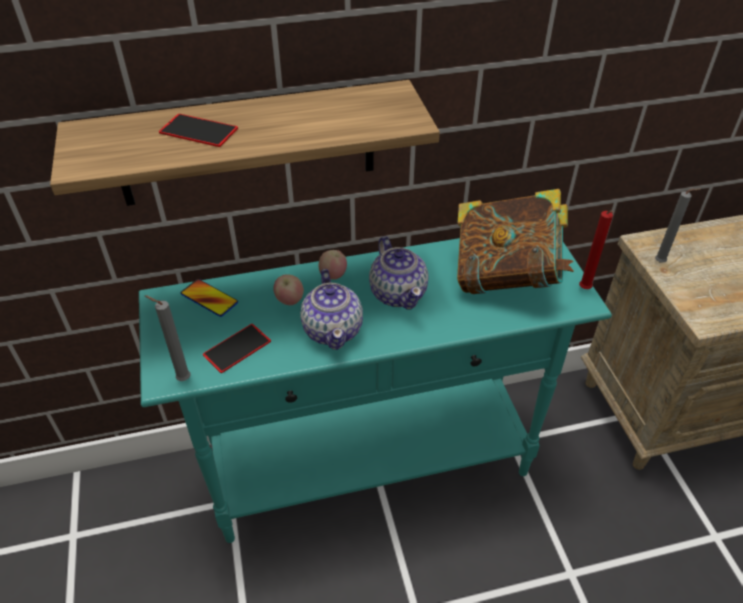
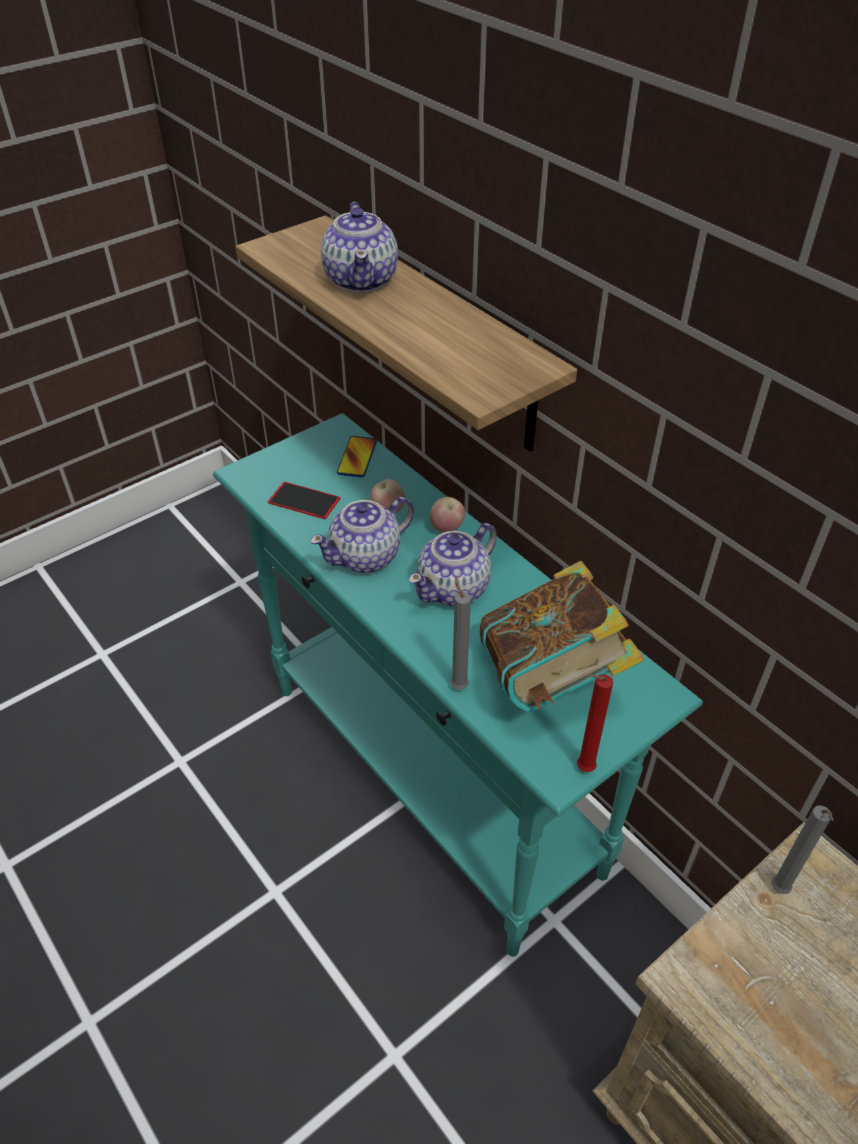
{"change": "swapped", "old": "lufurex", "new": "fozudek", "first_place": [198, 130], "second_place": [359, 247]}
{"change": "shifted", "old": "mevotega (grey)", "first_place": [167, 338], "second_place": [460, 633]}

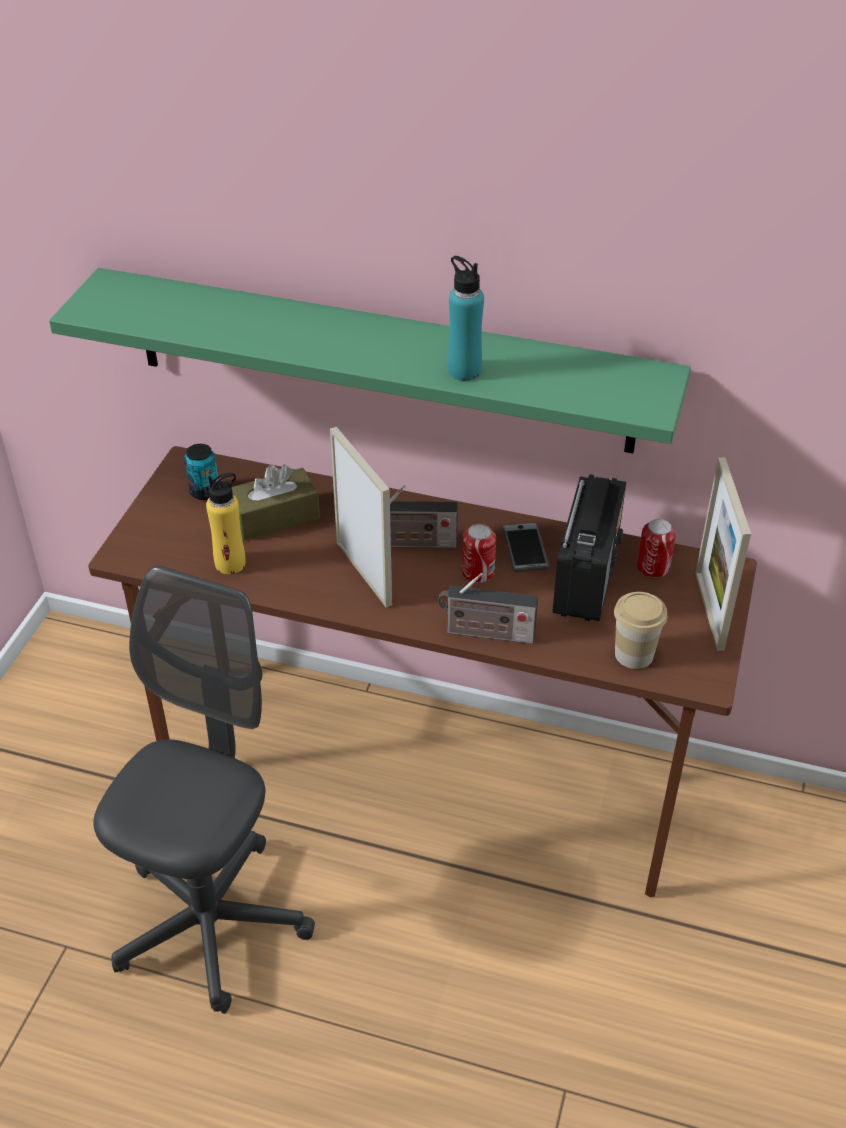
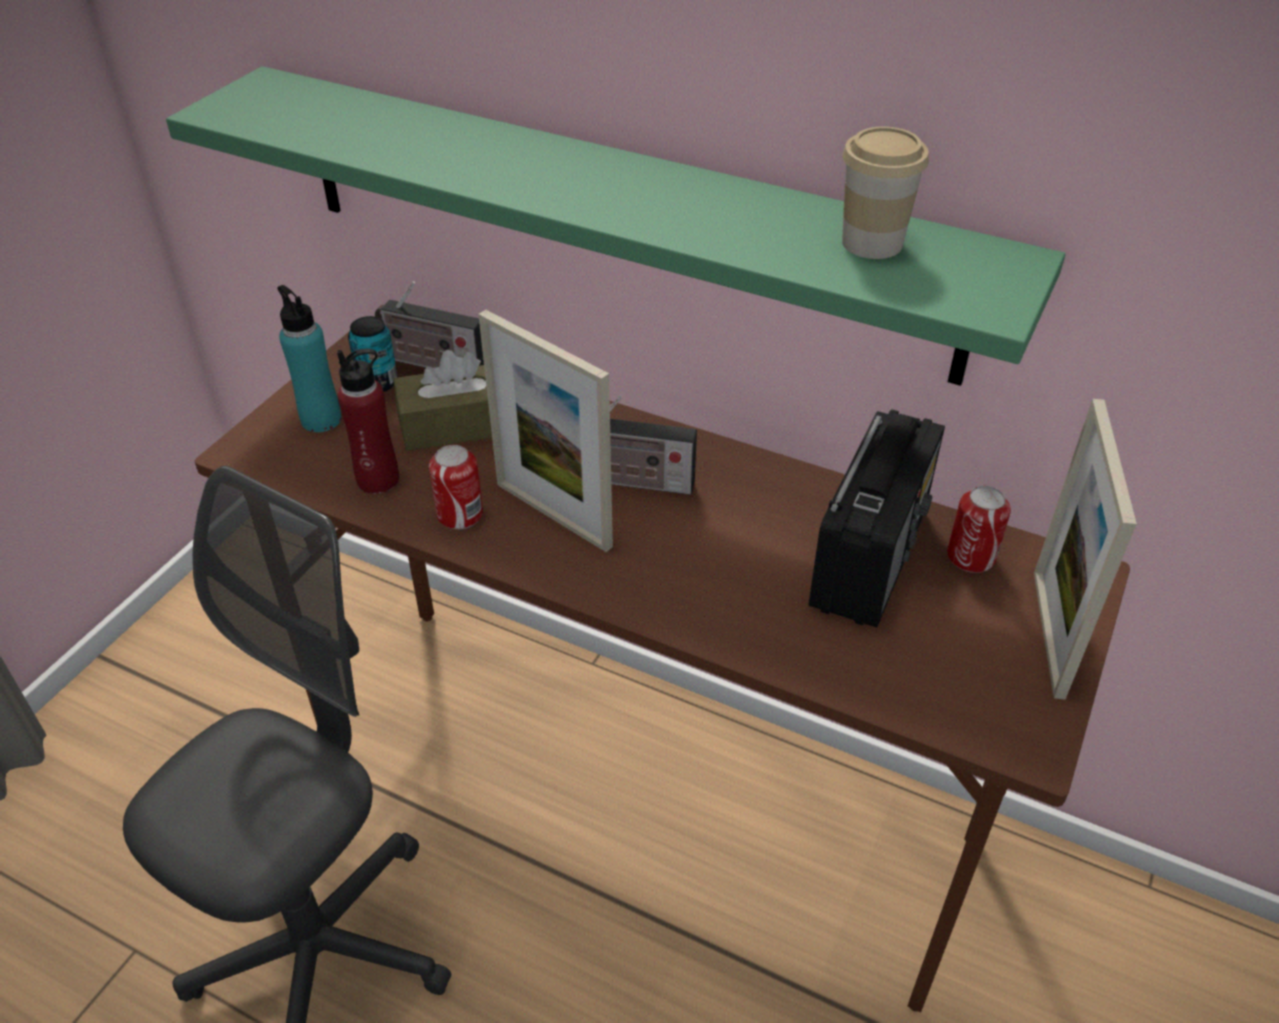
{"change": "shifted", "old": "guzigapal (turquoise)", "first_place": [466, 318], "second_place": [309, 358]}
{"change": "repainted", "old": "guzigapal (yellow)", "new": "guzigapal (red)", "first_place": [226, 523], "second_place": [368, 421]}
{"change": "shifted", "old": "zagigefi", "first_place": [488, 608], "second_place": [429, 324]}
{"change": "shifted", "old": "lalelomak", "first_place": [479, 553], "second_place": [456, 487]}
{"change": "rotated", "old": "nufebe", "first_place": [361, 517], "second_place": [545, 431], "degrees": 150}
{"change": "shifted", "old": "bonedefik", "first_place": [640, 630], "second_place": [885, 192]}
{"change": "gone", "old": "lufurex", "first_place": [525, 547]}

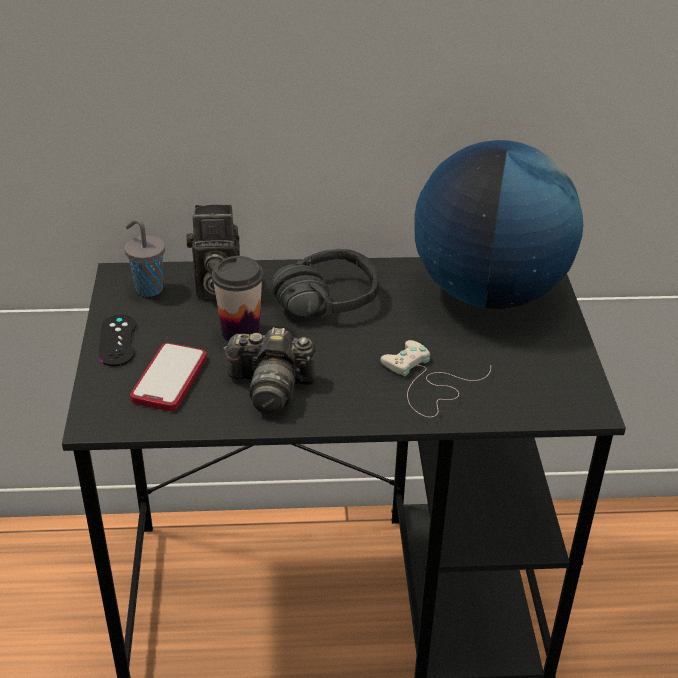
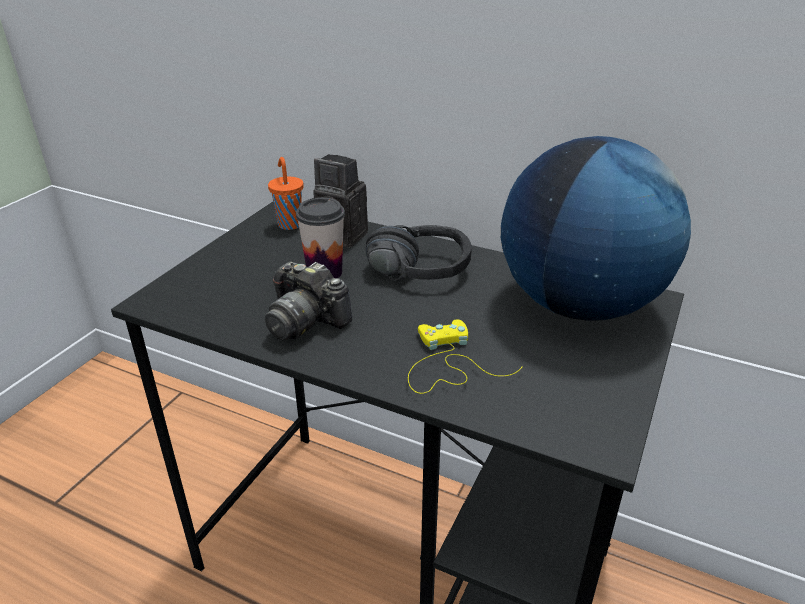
{"change": "repainted", "old": "bonedefik (grey)", "new": "bonedefik (orange)", "first_place": [144, 258], "second_place": [285, 193]}
{"change": "repainted", "old": "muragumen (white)", "new": "muragumen (yellow)", "first_place": [435, 379], "second_place": [465, 357]}
{"change": "gone", "old": "muragumen (black)", "first_place": [117, 340]}
{"change": "gone", "old": "lufurex", "first_place": [168, 377]}

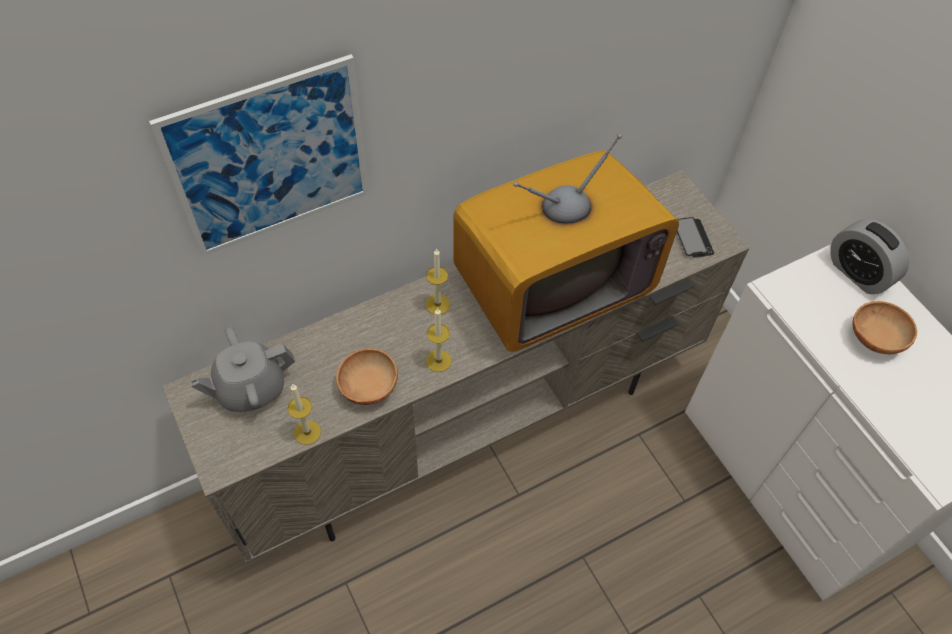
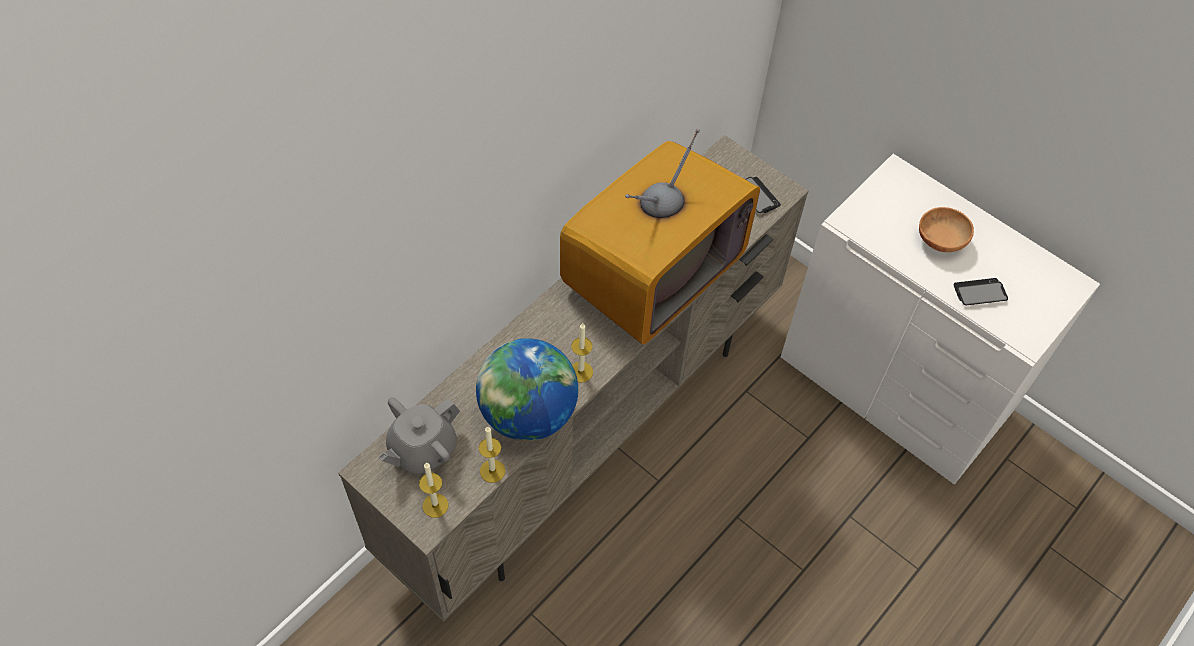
{"change": "shifted", "old": "mevotega", "first_place": [438, 281], "second_place": [434, 490]}
{"change": "swapped", "old": "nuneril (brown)", "new": "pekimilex", "first_place": [367, 376], "second_place": [527, 389]}
{"change": "new", "new": "lufurex", "second_place": [980, 292]}
{"change": "gone", "old": "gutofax", "first_place": [259, 155]}
{"change": "gone", "old": "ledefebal", "first_place": [869, 256]}

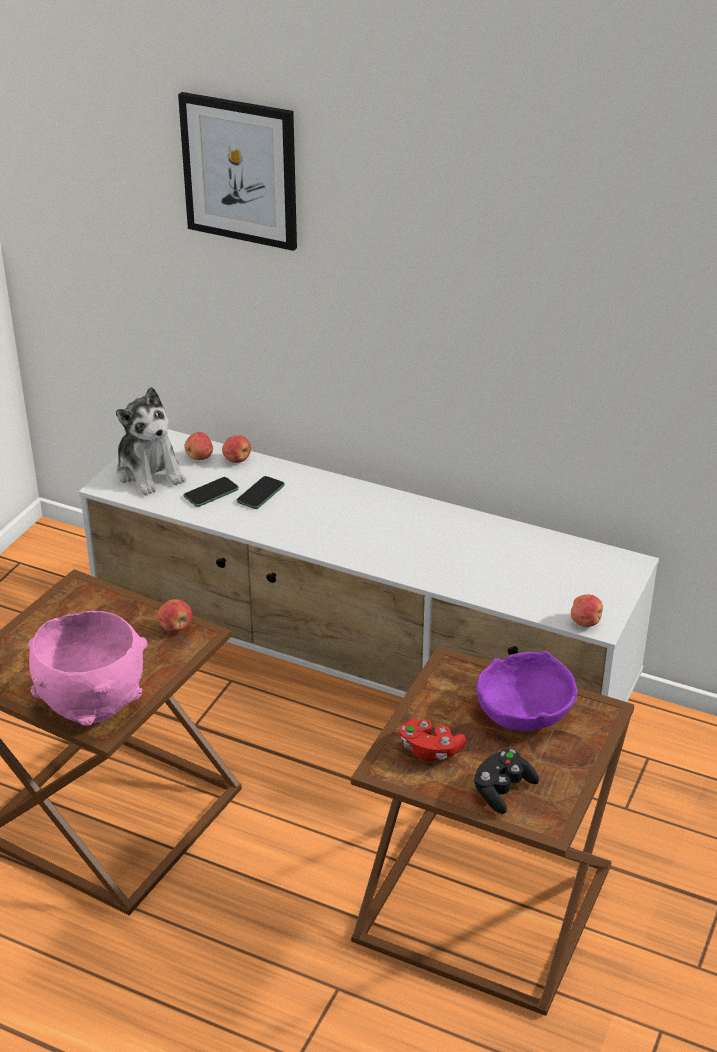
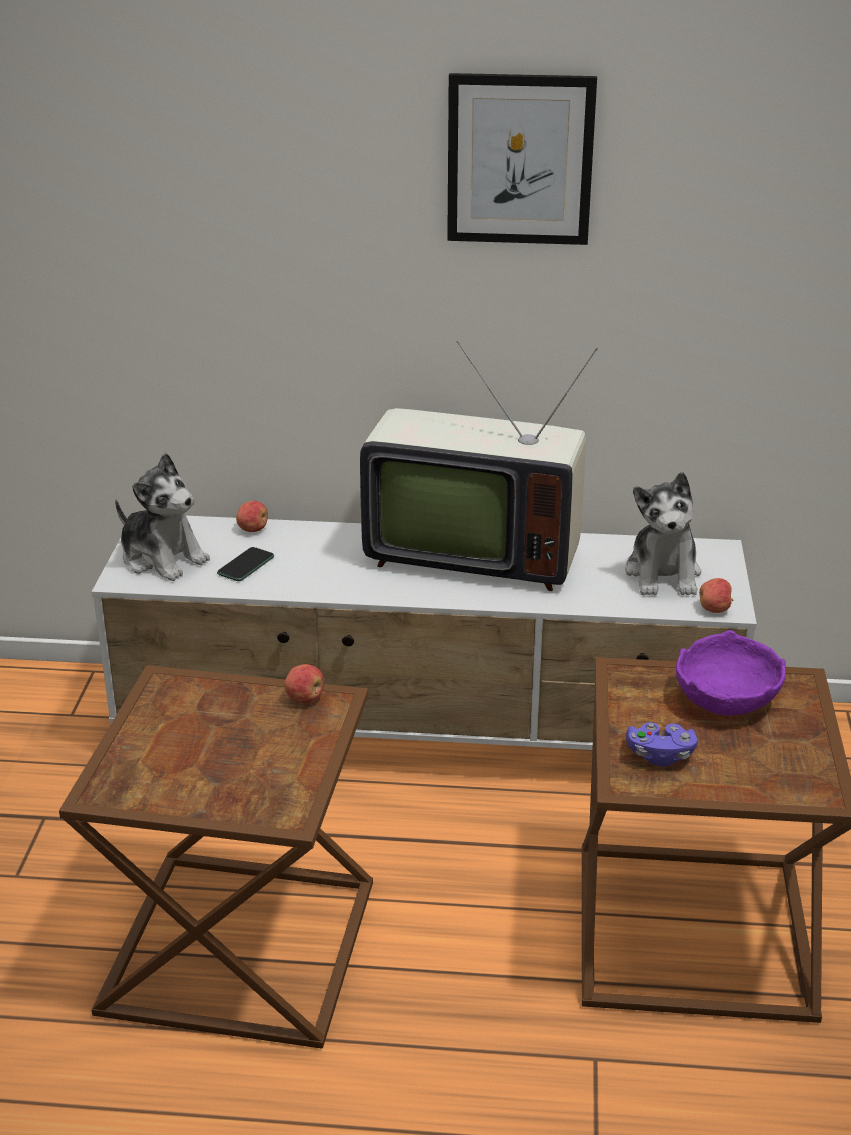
{"change": "new", "new": "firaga", "second_place": [479, 466]}
{"change": "shifted", "old": "gutofax", "first_place": [237, 171], "second_place": [522, 159]}
{"change": "new", "new": "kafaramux", "second_place": [663, 533]}
{"change": "repainted", "old": "muragumen (red)", "new": "muragumen (purple)", "first_place": [432, 740], "second_place": [661, 744]}
{"change": "gone", "old": "nuneril (pink)", "first_place": [88, 668]}
{"change": "gone", "old": "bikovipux", "first_place": [198, 446]}
{"change": "gone", "old": "lufurex", "first_place": [260, 492]}
{"change": "gone", "old": "muragumen (black)", "first_place": [506, 781]}

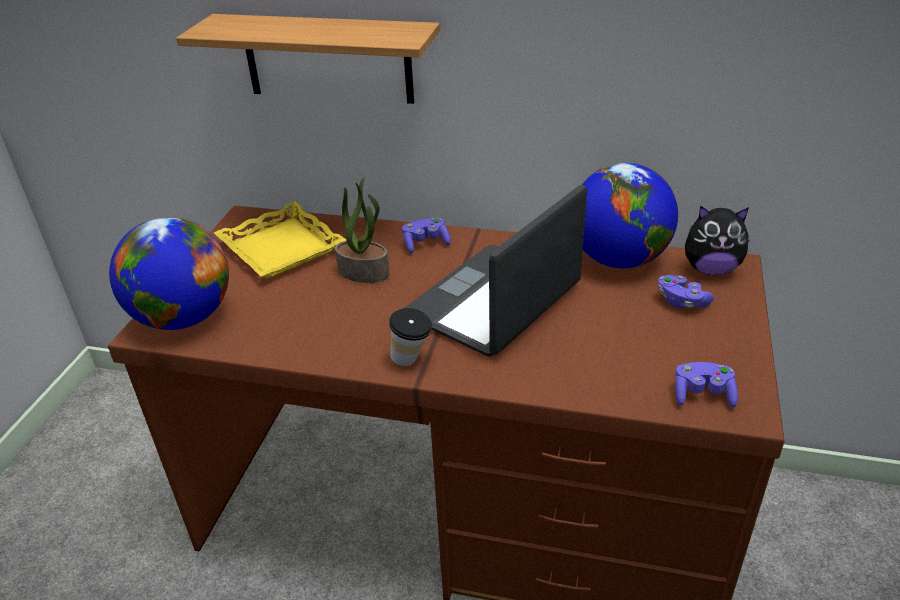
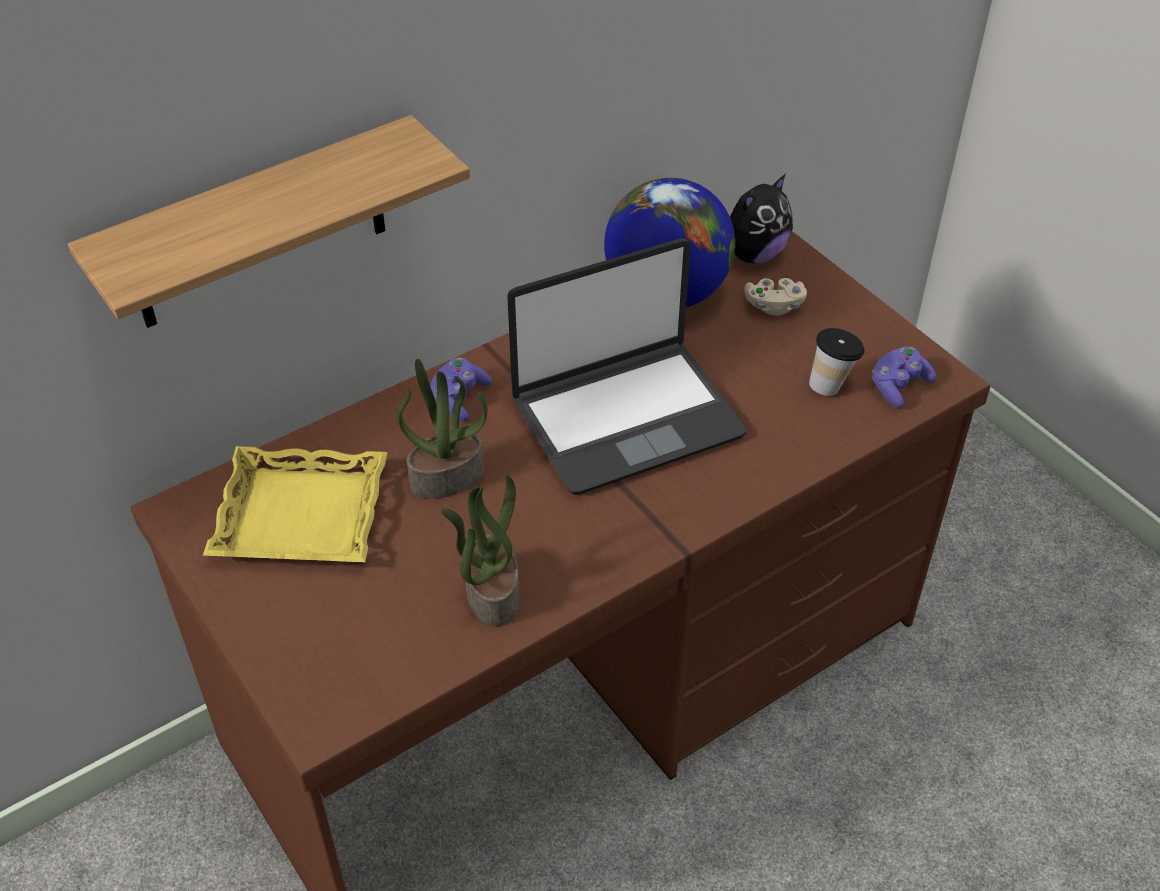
{"change": "new", "new": "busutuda", "second_place": [480, 550]}
{"change": "rotated", "old": "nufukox", "first_place": [496, 271], "second_place": [626, 367], "degrees": -105}
{"change": "repainted", "old": "muragumen (purple)", "new": "muragumen (beige)", "first_place": [686, 292], "second_place": [775, 297]}
{"change": "shifted", "old": "bonedefik", "first_place": [410, 337], "second_place": [837, 362]}
{"change": "gone", "old": "pekimilex", "first_place": [169, 273]}

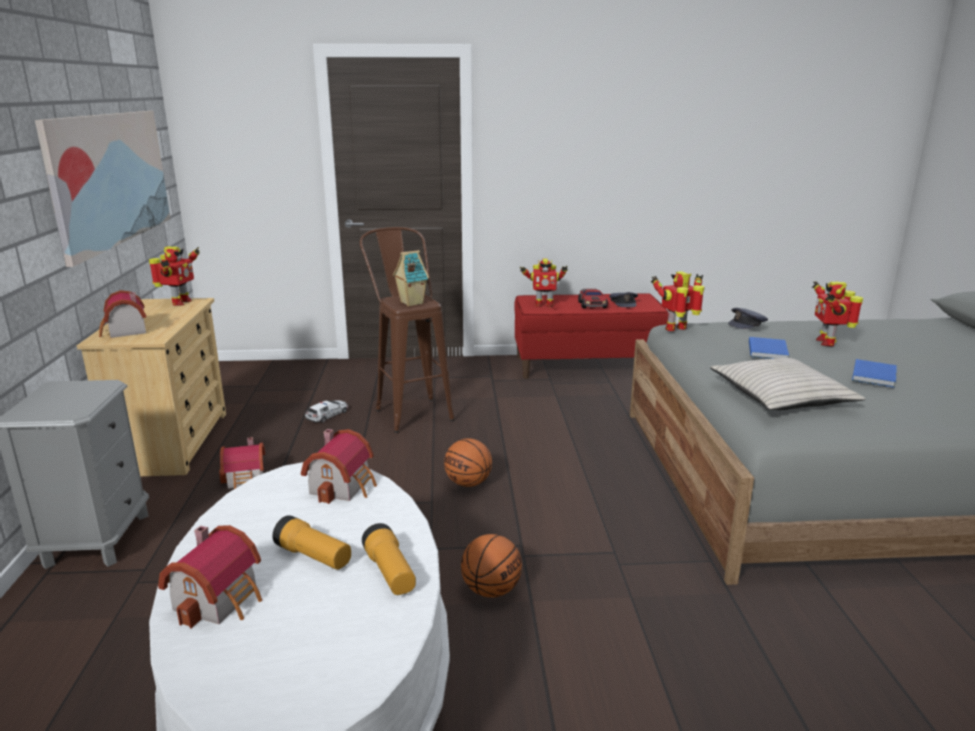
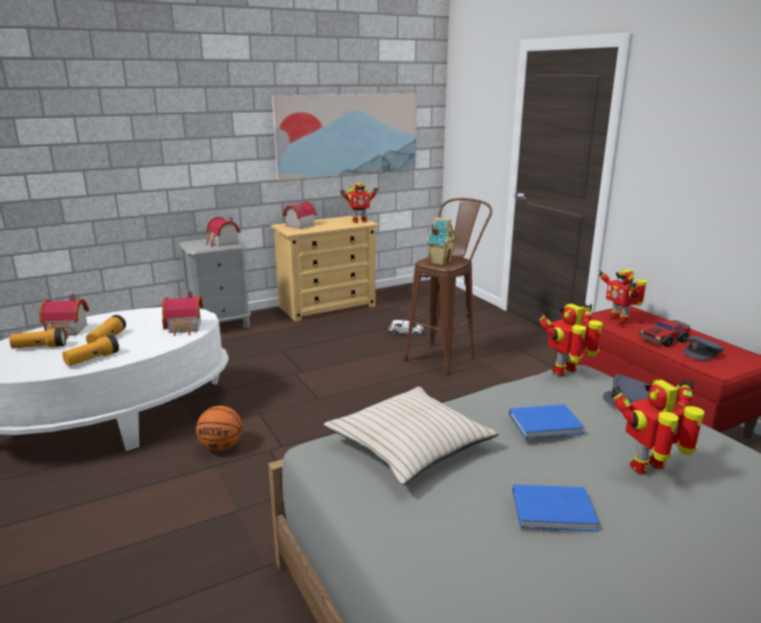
{"change": "new", "new": "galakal", "second_place": [37, 338]}
{"change": "shifted", "old": "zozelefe", "first_place": [242, 463], "second_place": [223, 232]}
{"change": "rotated", "old": "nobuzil", "first_place": [678, 301], "second_place": [570, 339], "degrees": -75}
{"change": "gone", "old": "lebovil", "first_place": [468, 462]}

